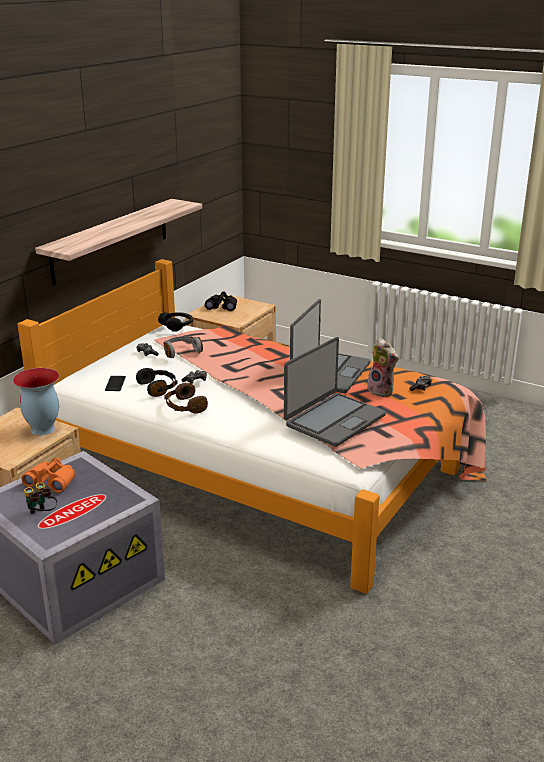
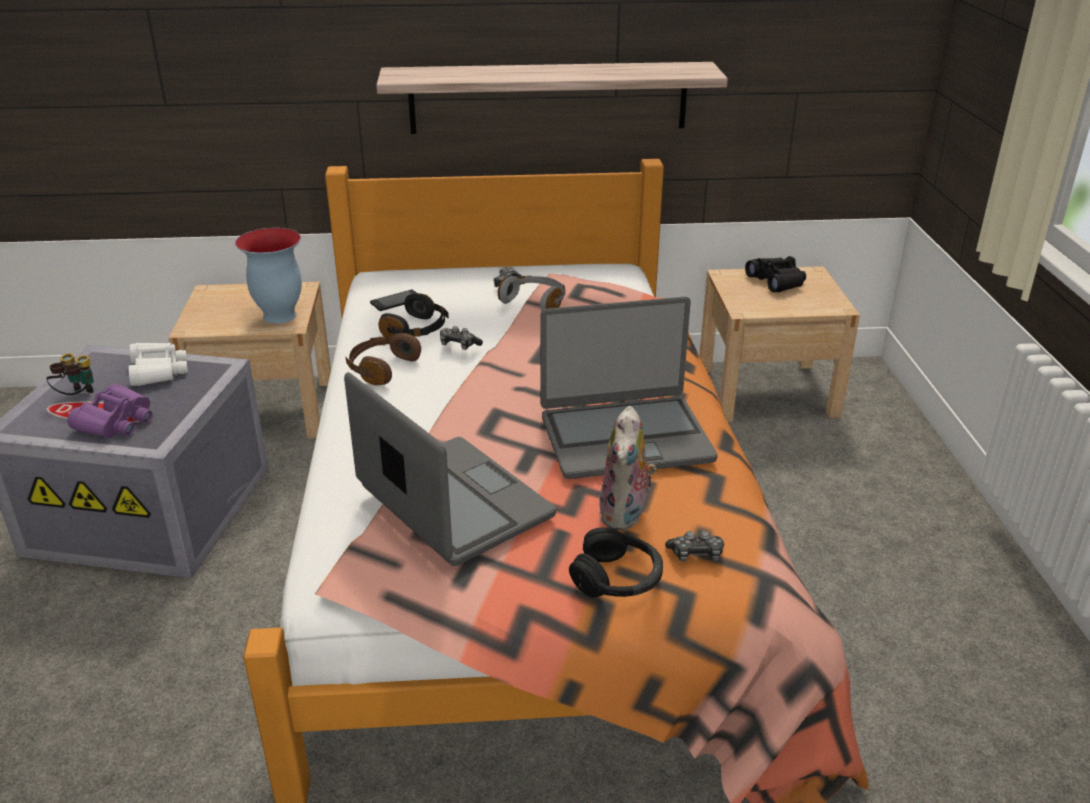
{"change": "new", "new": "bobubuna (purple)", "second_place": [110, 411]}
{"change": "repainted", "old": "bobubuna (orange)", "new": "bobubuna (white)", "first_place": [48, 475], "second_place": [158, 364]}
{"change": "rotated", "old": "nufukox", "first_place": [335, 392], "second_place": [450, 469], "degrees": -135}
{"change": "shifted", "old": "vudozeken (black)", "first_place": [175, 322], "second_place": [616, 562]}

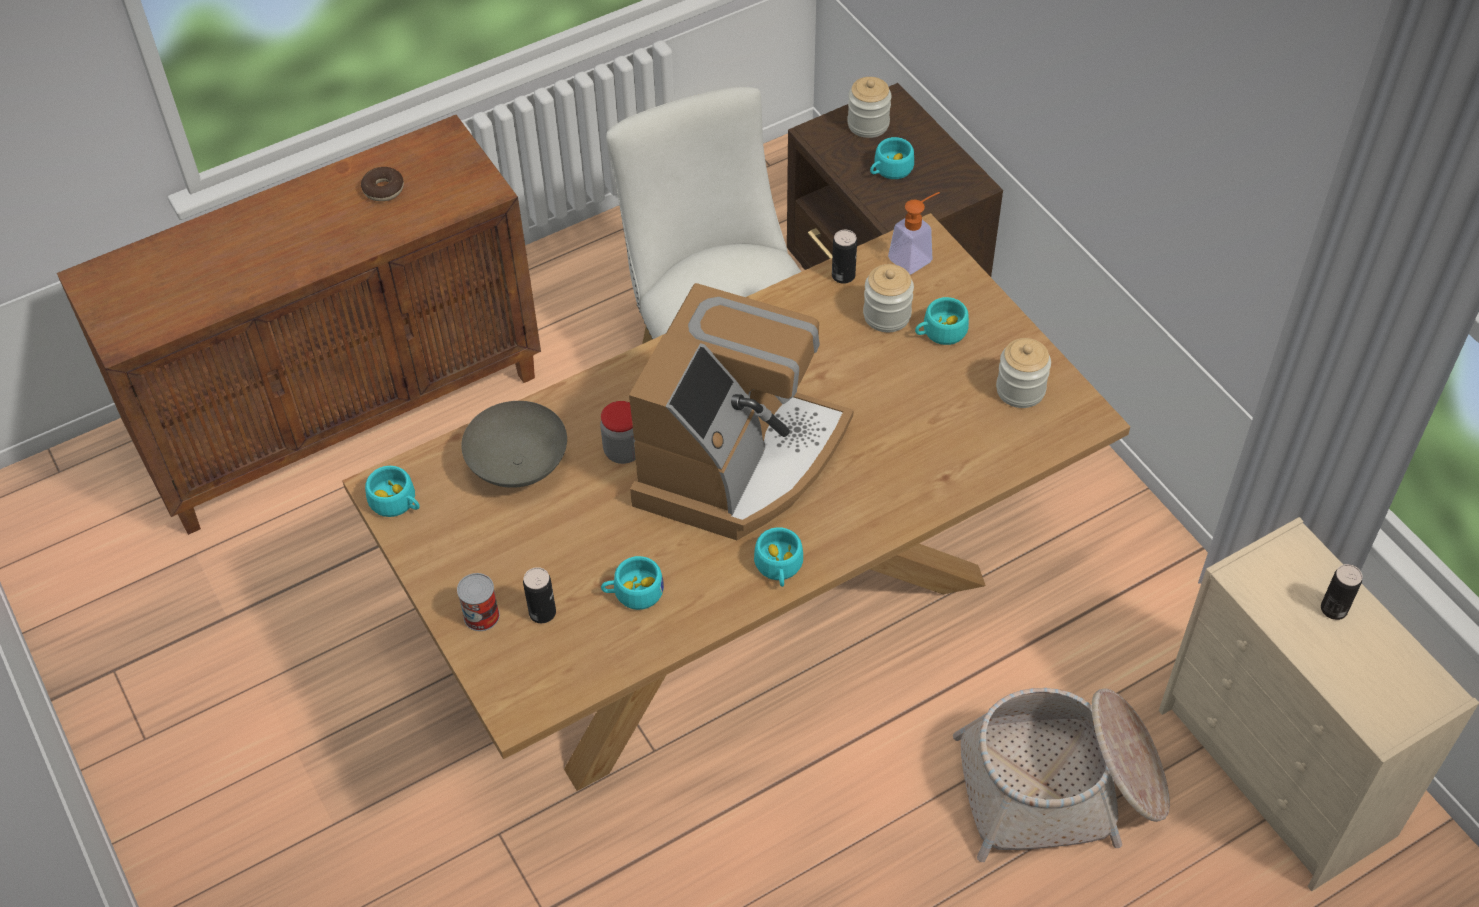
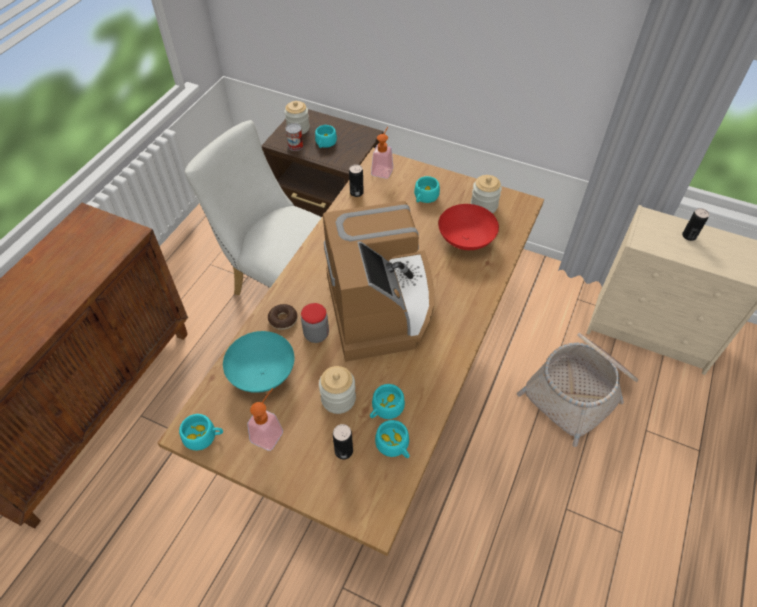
{"change": "repainted", "old": "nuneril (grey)", "new": "nuneril (turquoise)", "first_place": [514, 444], "second_place": [258, 362]}
{"change": "new", "new": "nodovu", "second_place": [265, 419]}
{"change": "shifted", "old": "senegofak", "first_place": [382, 184], "second_place": [283, 317]}
{"change": "shifted", "old": "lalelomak", "first_place": [478, 602], "second_place": [294, 137]}
{"change": "shifted", "old": "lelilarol", "first_place": [888, 298], "second_place": [337, 390]}
{"change": "shifted", "old": "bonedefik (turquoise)", "first_place": [778, 557], "second_place": [392, 439]}
{"change": "new", "new": "nuneril (red)", "second_place": [468, 227]}

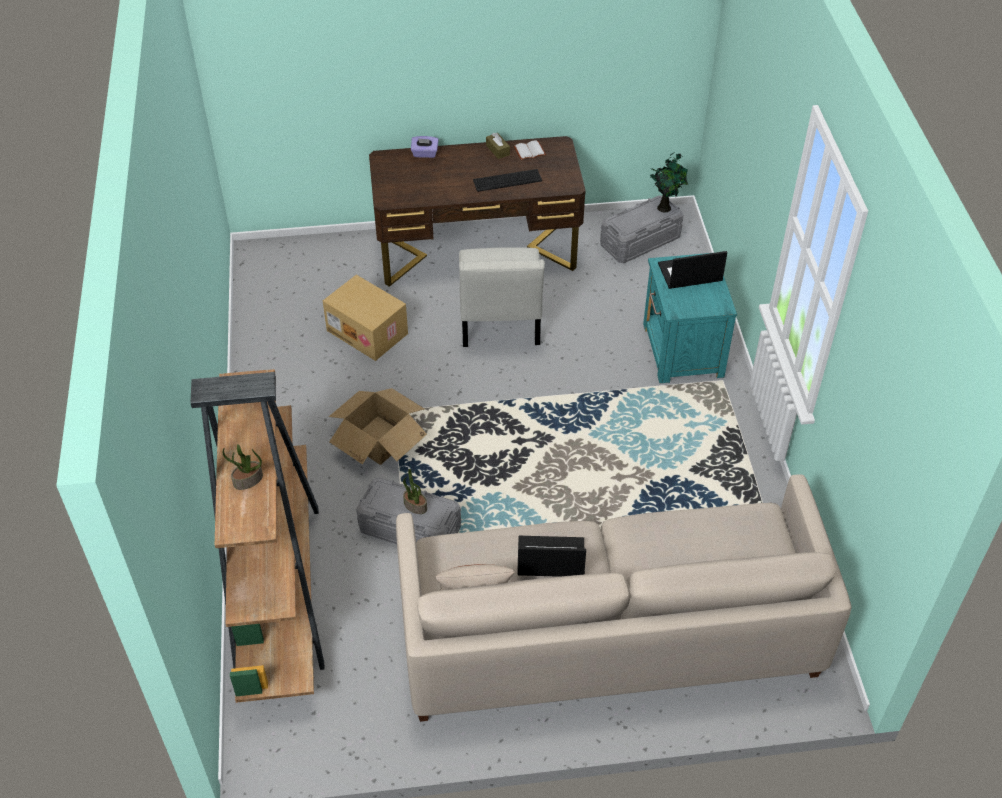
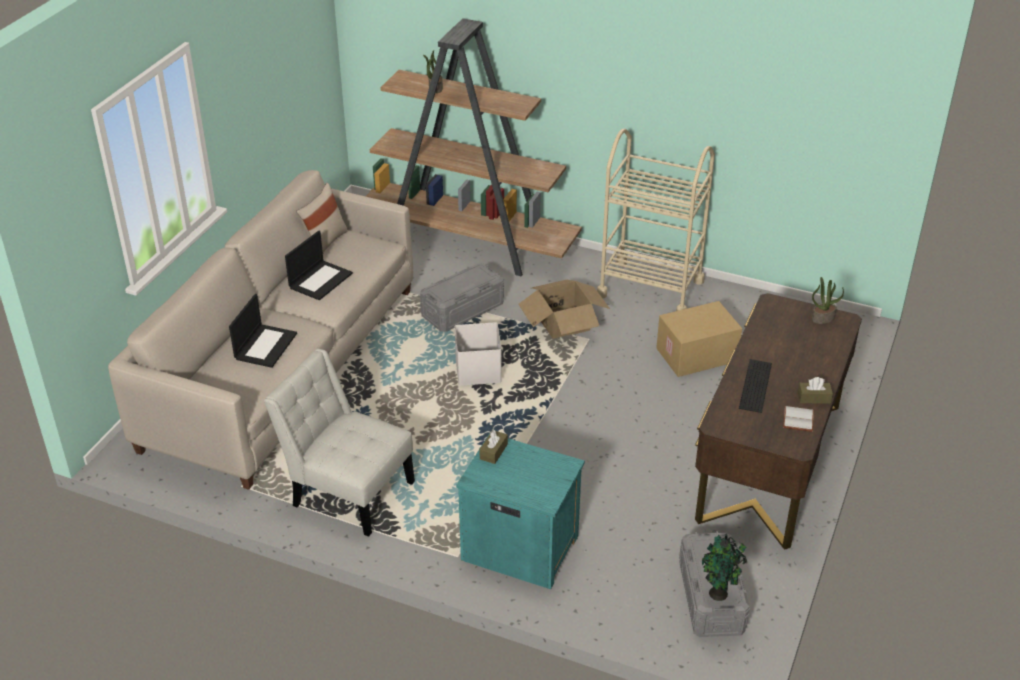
{"change": "shifted", "old": "nufukox", "first_place": [692, 270], "second_place": [263, 331]}
{"change": "shifted", "old": "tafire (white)", "first_place": [502, 297], "second_place": [339, 443]}
{"change": "new", "new": "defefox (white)", "second_place": [478, 354]}
{"change": "new", "new": "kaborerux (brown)", "second_place": [494, 447]}
{"change": "new", "new": "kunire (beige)", "second_place": [656, 220]}
{"change": "shifted", "old": "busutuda", "first_place": [415, 491], "second_place": [828, 300]}
{"change": "gone", "old": "kaborerux (purple)", "first_place": [424, 147]}

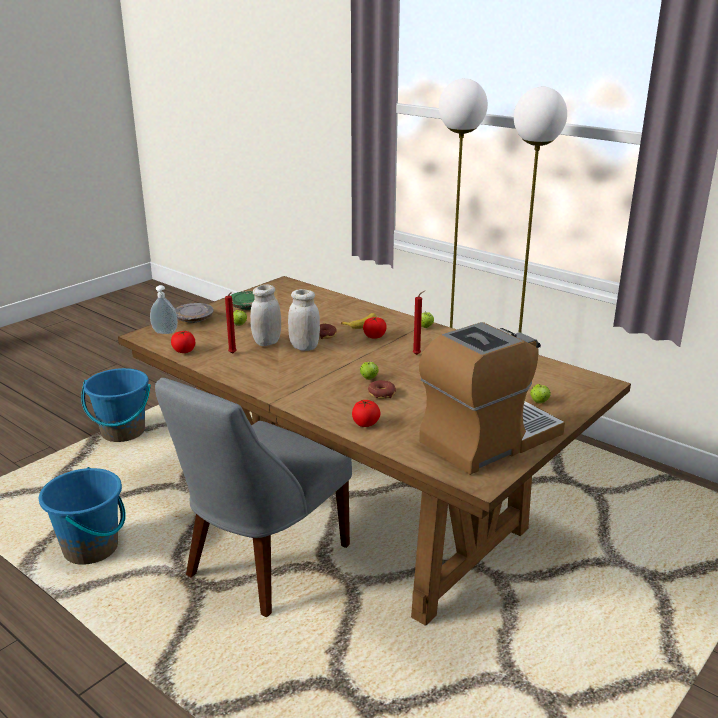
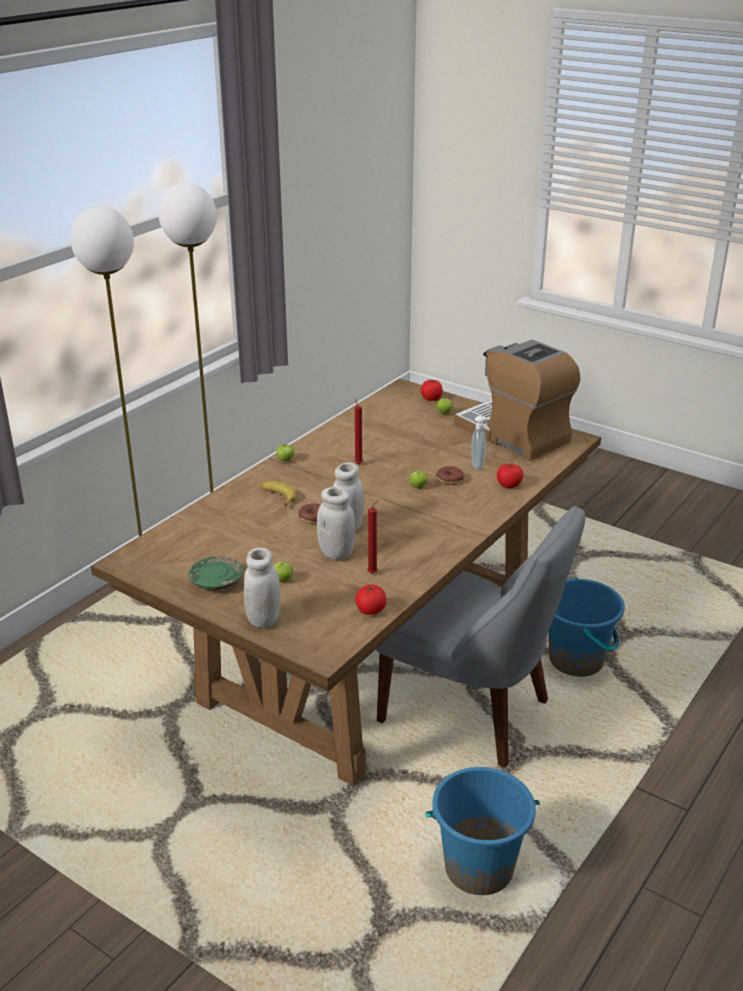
{"change": "swapped", "old": "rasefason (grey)", "new": "lelilarol (white)", "first_place": [194, 313], "second_place": [262, 587]}
{"change": "shifted", "old": "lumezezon", "first_place": [375, 328], "second_place": [432, 390]}
{"change": "shifted", "old": "nodovu", "first_place": [164, 309], "second_place": [480, 443]}
{"change": "shifted", "old": "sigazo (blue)", "first_place": [116, 405], "second_place": [586, 627]}

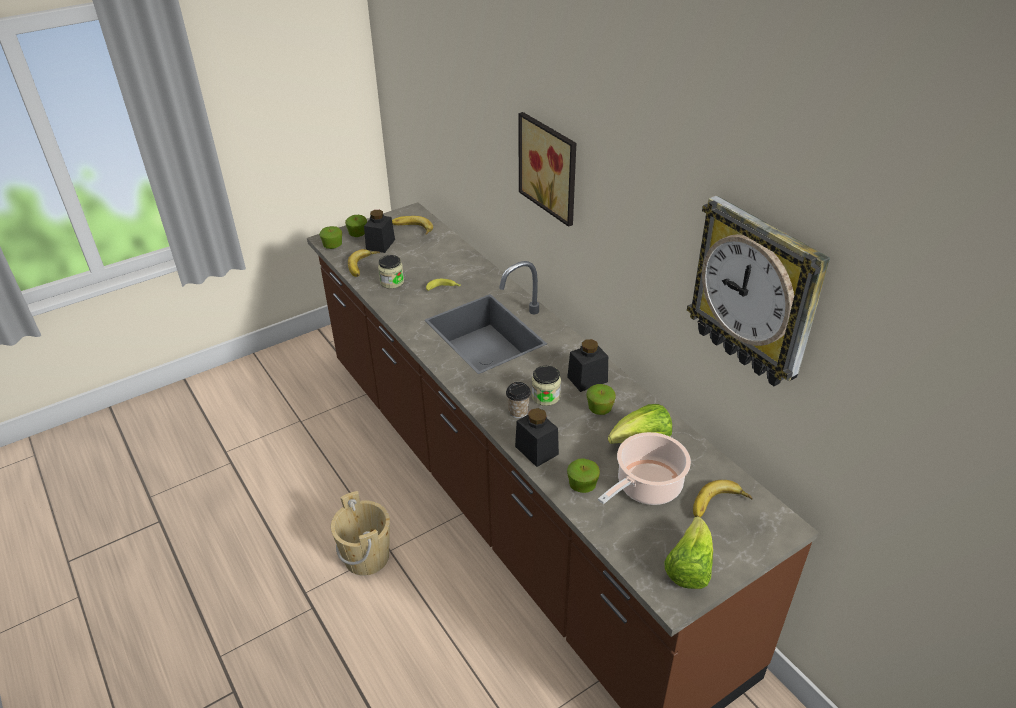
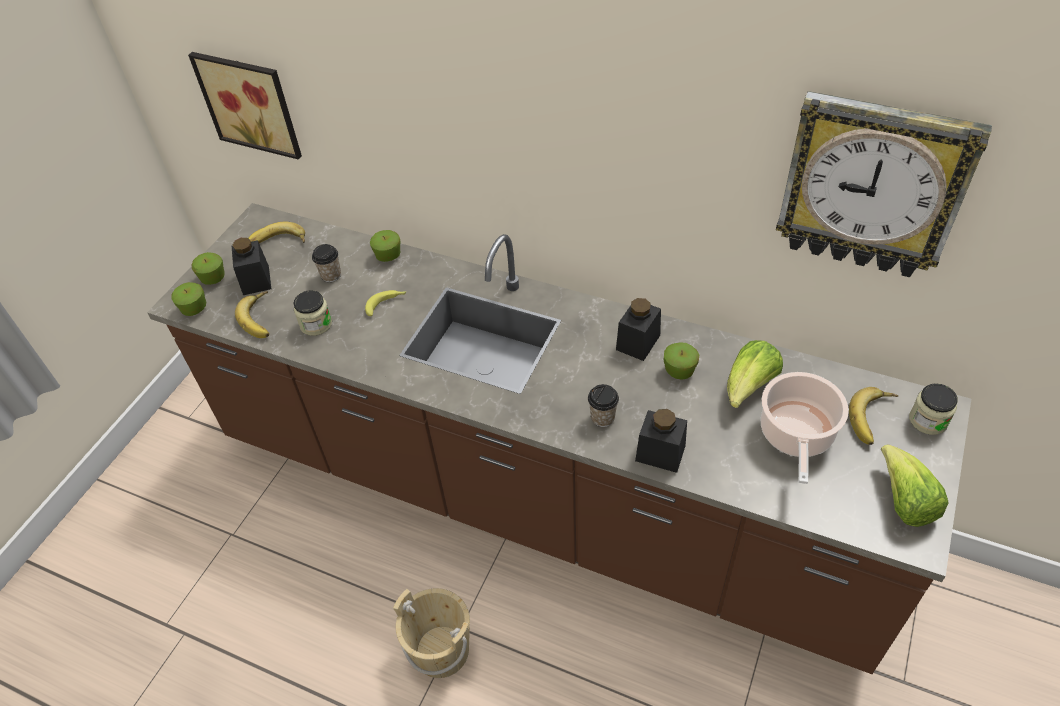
{"change": "shifted", "old": "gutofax", "first_place": [547, 169], "second_place": [245, 105]}
{"change": "new", "new": "bonedefik", "second_place": [326, 263]}
{"change": "shifted", "old": "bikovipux", "first_place": [583, 475], "second_place": [385, 246]}
{"change": "shifted", "old": "lelilarol", "first_place": [546, 386], "second_place": [933, 409]}

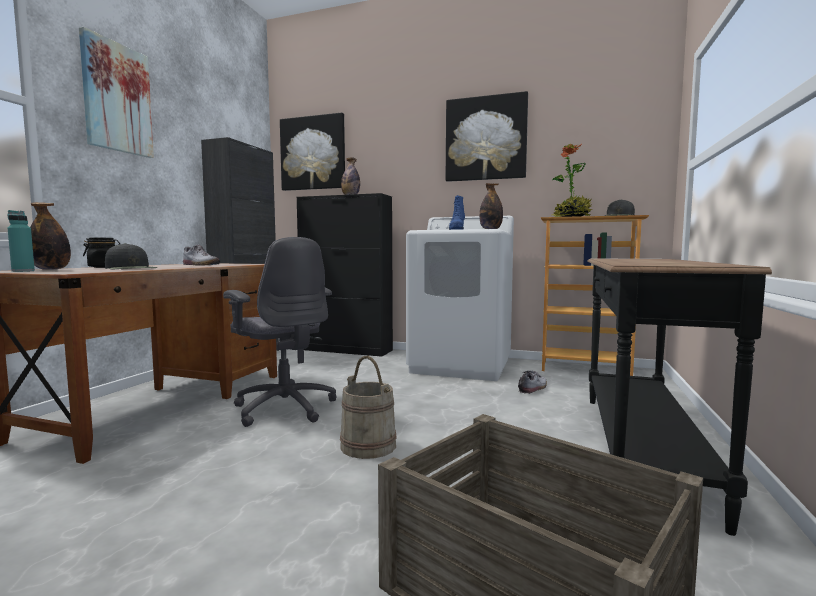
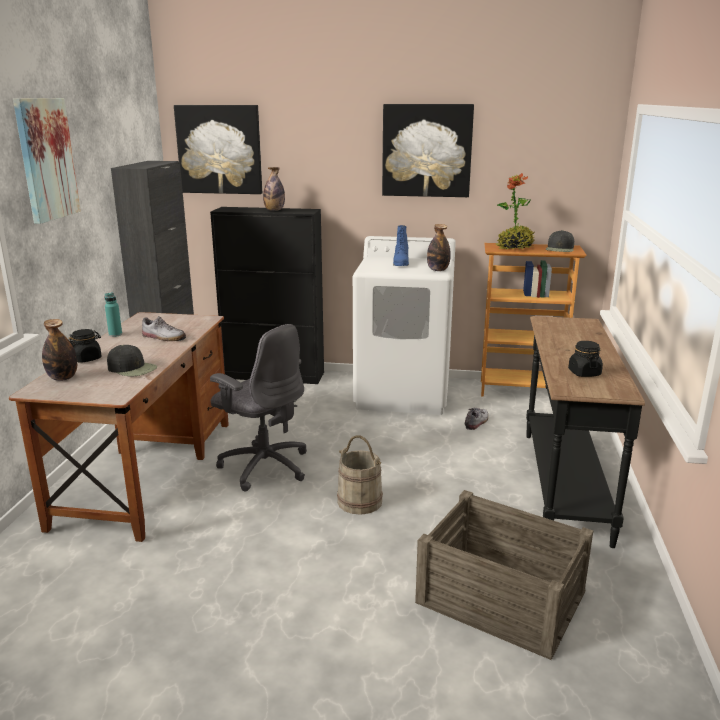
{"change": "shifted", "old": "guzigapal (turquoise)", "first_place": [21, 241], "second_place": [113, 314]}
{"change": "new", "new": "lelilarol (black)", "second_place": [585, 359]}

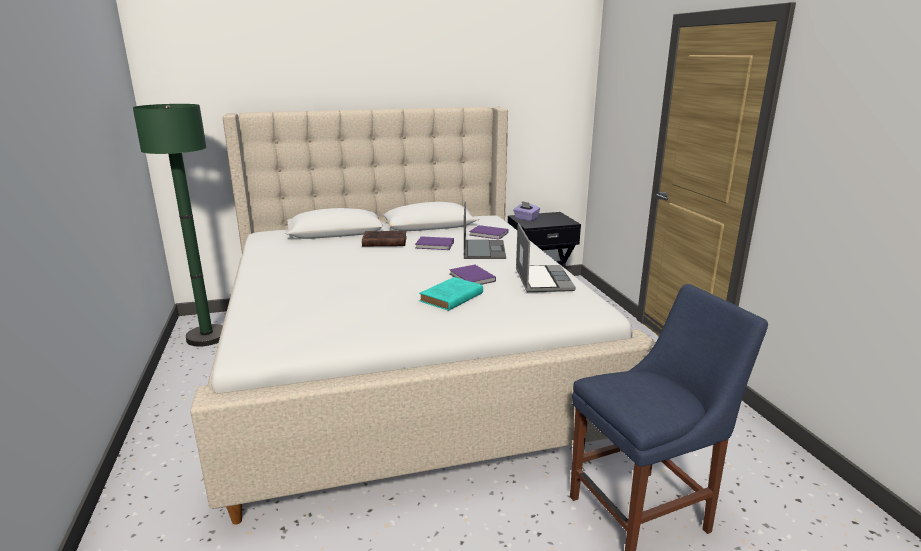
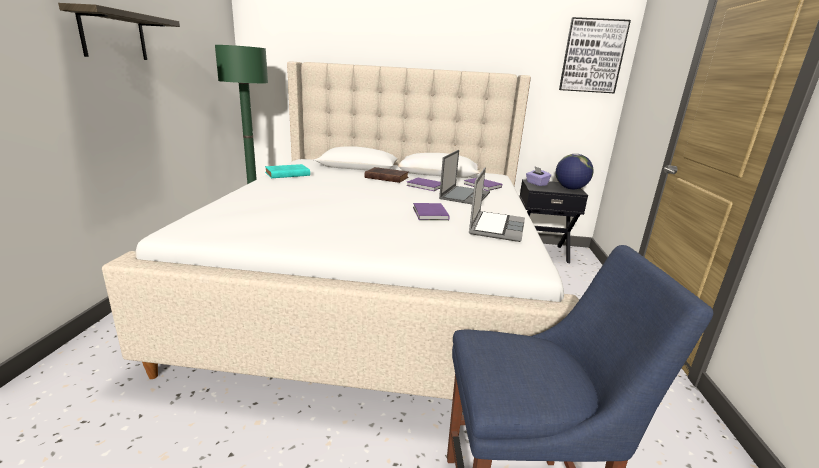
{"change": "new", "new": "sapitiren", "second_place": [119, 31]}
{"change": "shifted", "old": "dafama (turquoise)", "first_place": [451, 294], "second_place": [287, 171]}
{"change": "new", "new": "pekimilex", "second_place": [575, 172]}
{"change": "new", "new": "gutofax", "second_place": [595, 55]}

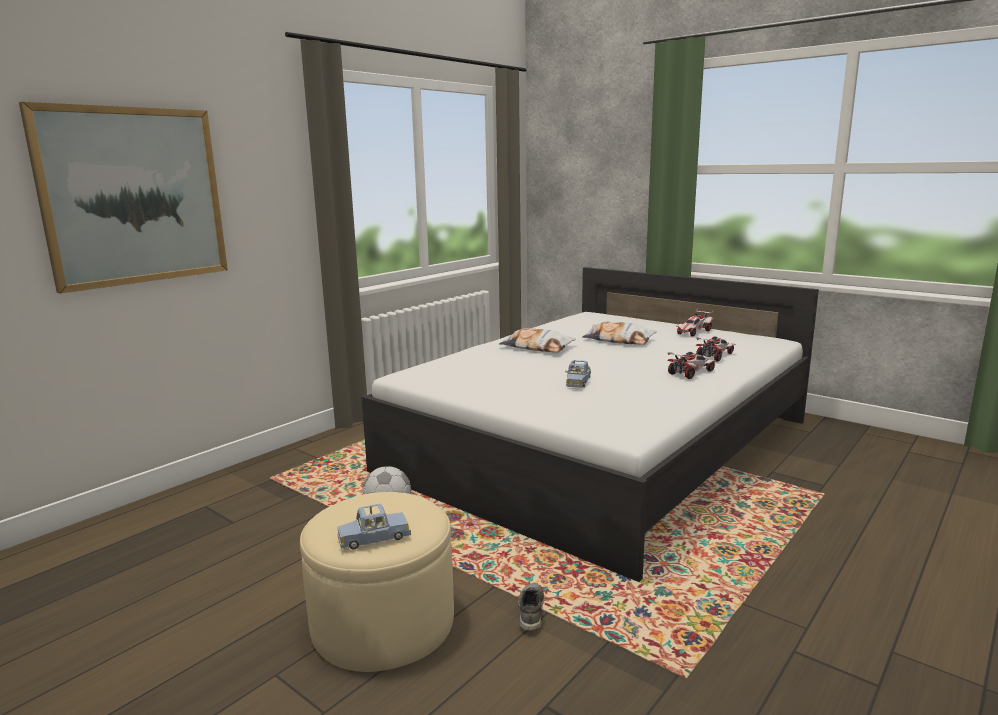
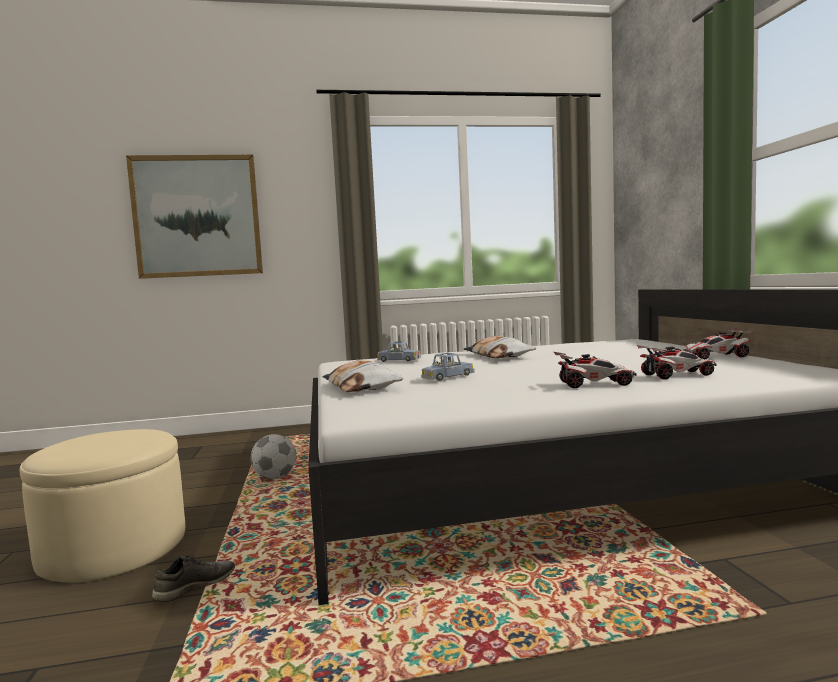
{"change": "shifted", "old": "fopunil", "first_place": [619, 333], "second_place": [362, 376]}
{"change": "shifted", "old": "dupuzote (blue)", "first_place": [374, 527], "second_place": [399, 351]}

